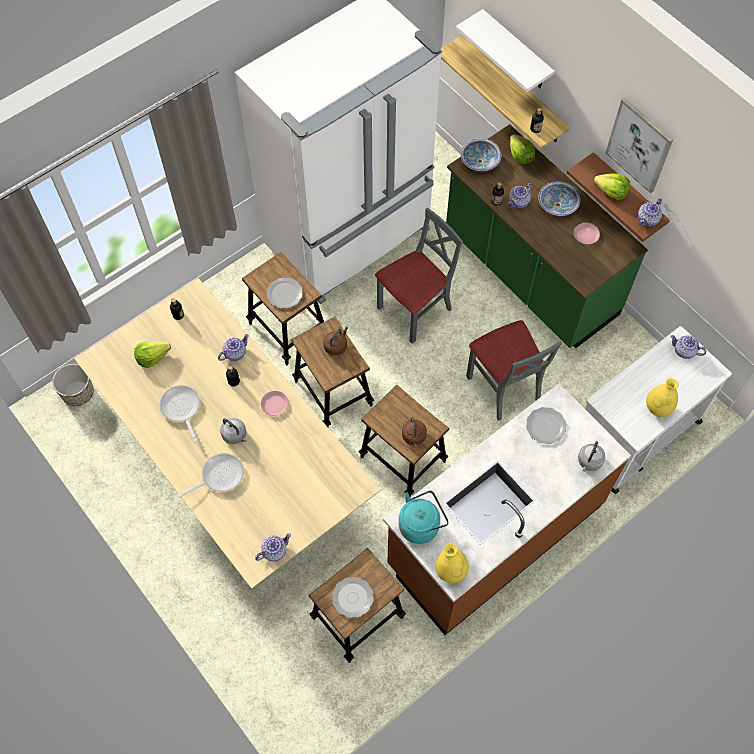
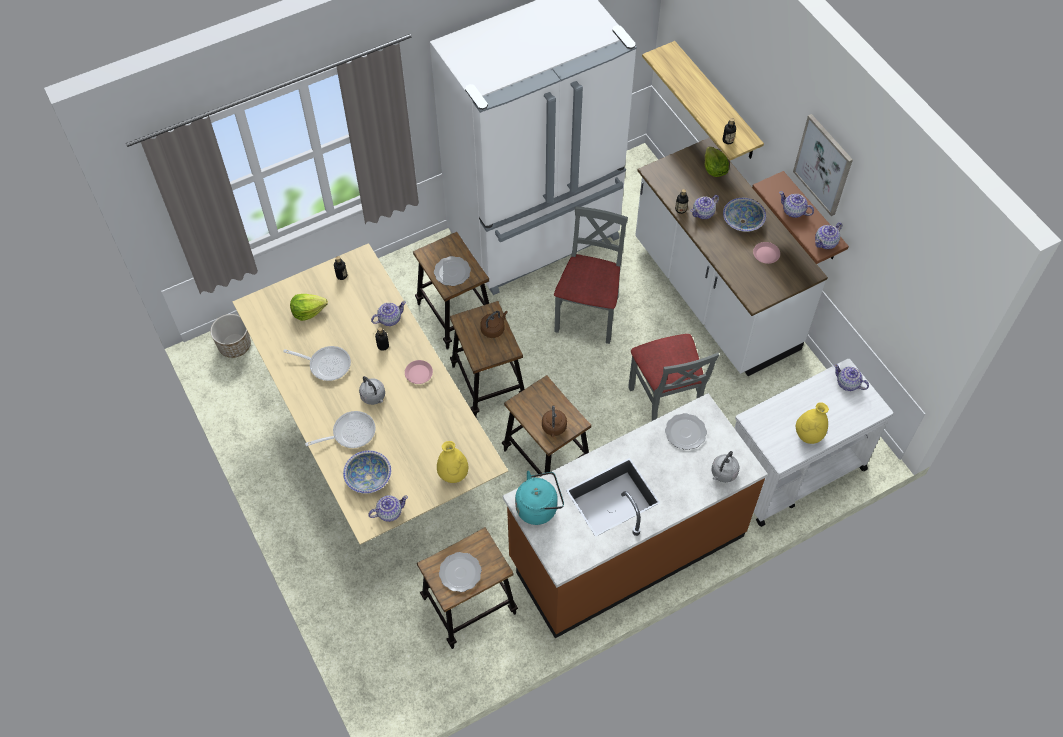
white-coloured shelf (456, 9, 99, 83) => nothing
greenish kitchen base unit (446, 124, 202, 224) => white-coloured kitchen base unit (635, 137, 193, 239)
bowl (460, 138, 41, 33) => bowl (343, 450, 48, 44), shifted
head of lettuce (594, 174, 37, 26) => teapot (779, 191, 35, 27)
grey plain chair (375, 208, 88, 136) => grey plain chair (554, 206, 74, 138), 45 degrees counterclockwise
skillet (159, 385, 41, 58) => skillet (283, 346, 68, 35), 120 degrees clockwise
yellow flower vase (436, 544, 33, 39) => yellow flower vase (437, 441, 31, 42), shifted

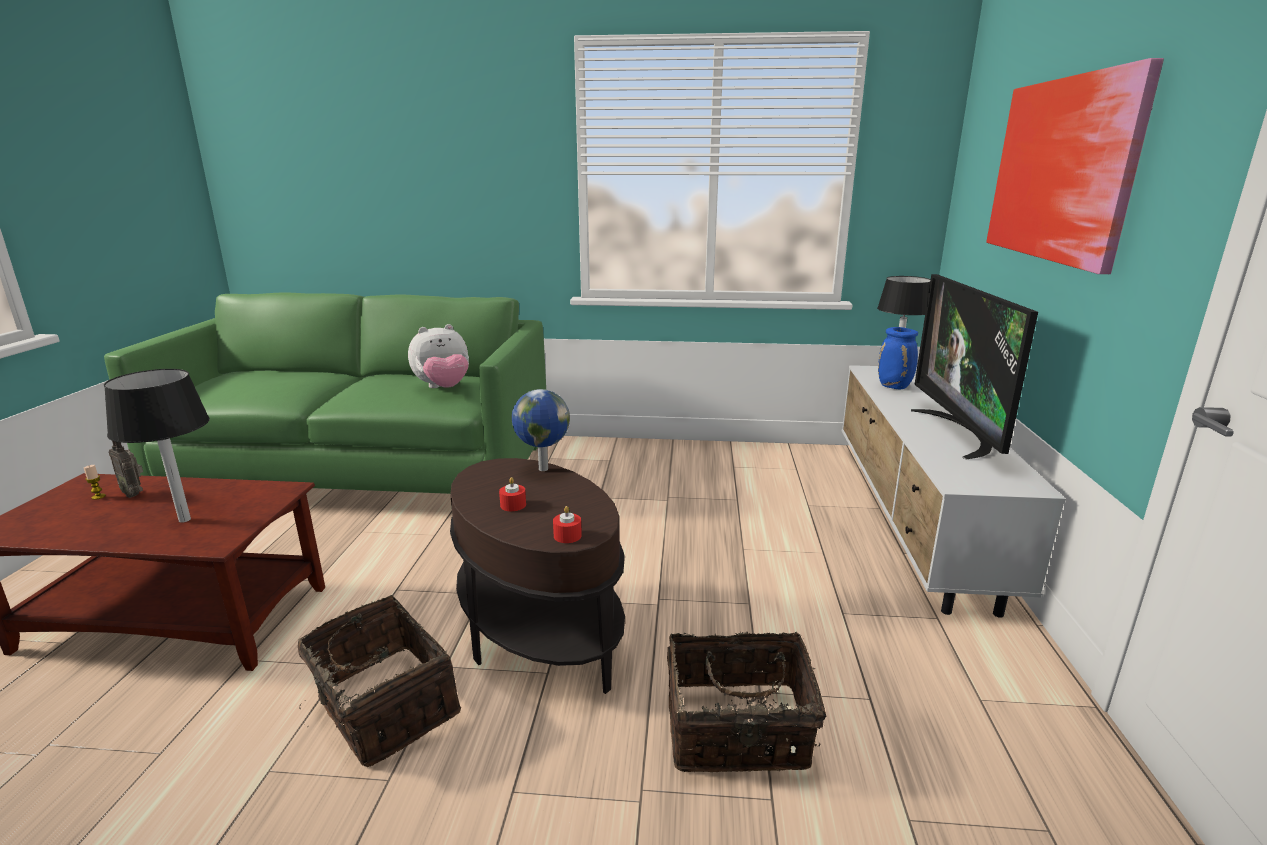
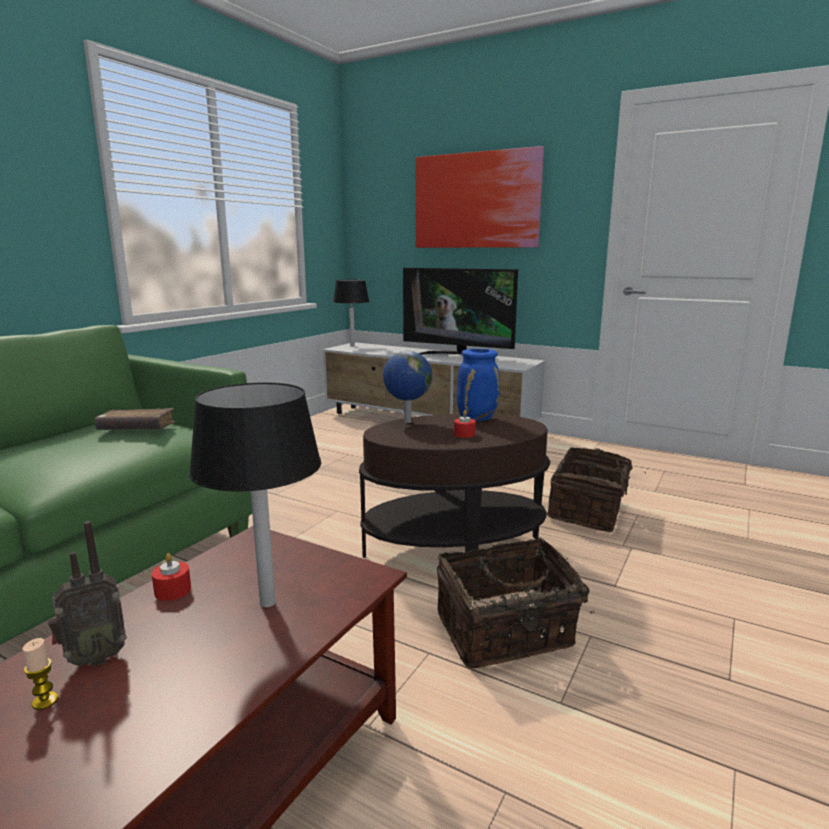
cuddly toy (408, 324, 61, 64) => brown bound book (95, 408, 81, 22)
blue flower vase (878, 327, 40, 63) => blue flower vase (457, 349, 43, 72), shifted
red wax candle (553, 506, 29, 37) => red wax candle (152, 553, 39, 48), shifted

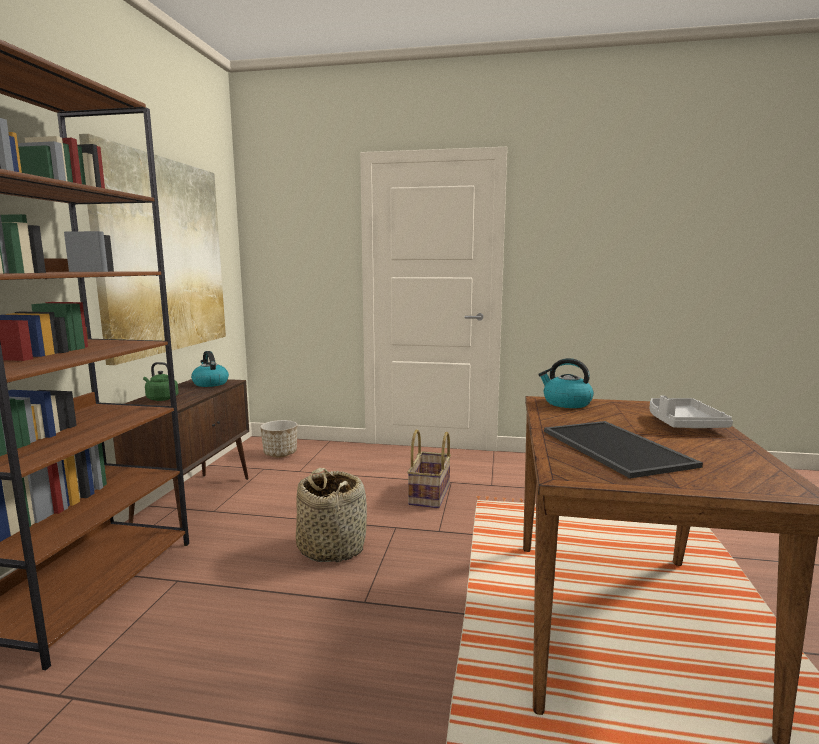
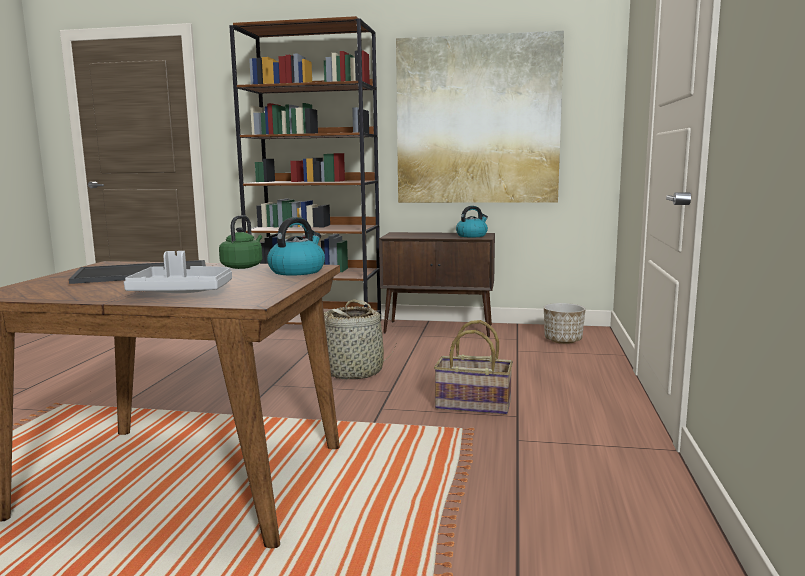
greenish kettle (143, 362, 36, 39) => greenish kettle (219, 215, 43, 54), shifted

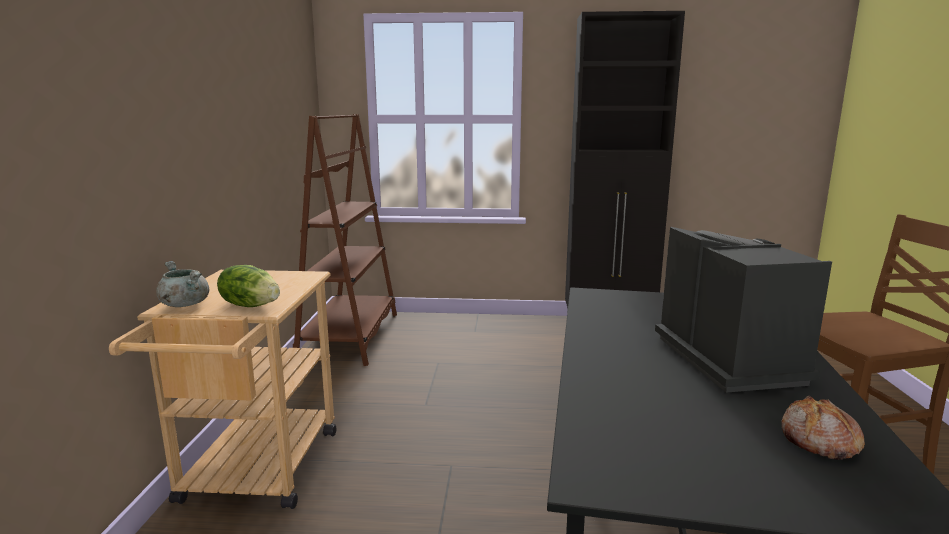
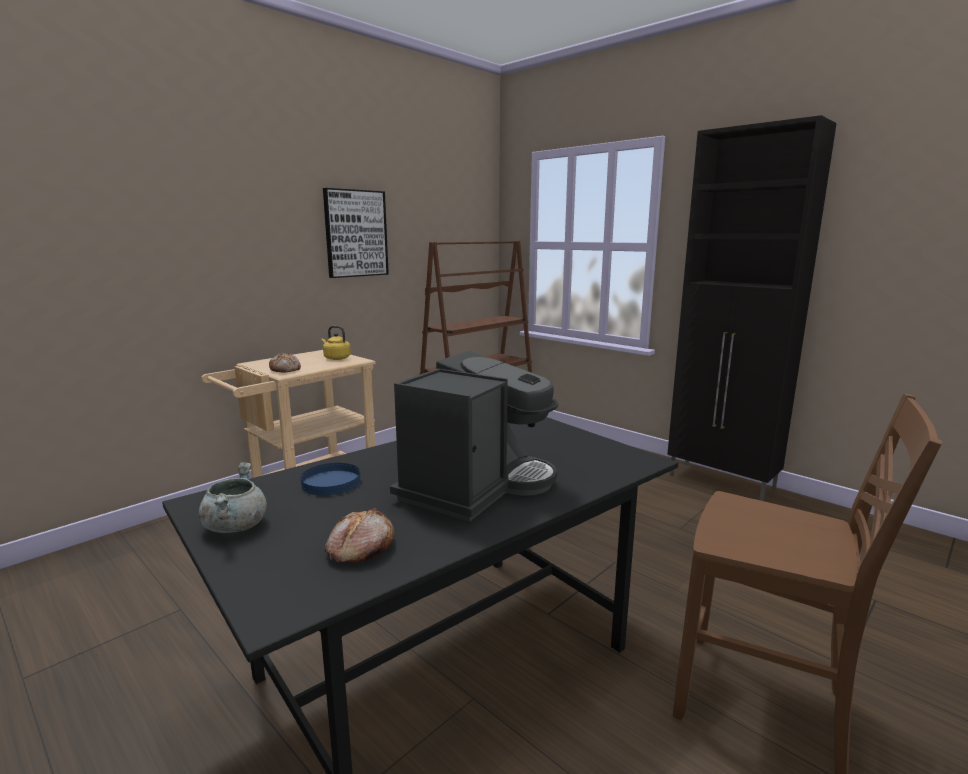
grey stockpot (156, 261, 53, 46) => grey stockpot (199, 462, 68, 71), shifted
head of lettuce (217, 265, 63, 42) => baked bread (269, 353, 32, 20)
nothing => wall picture (323, 188, 66, 90)
nothing => yellow kettle (321, 326, 30, 34)
nothing => blue dinner plate (301, 463, 60, 32)

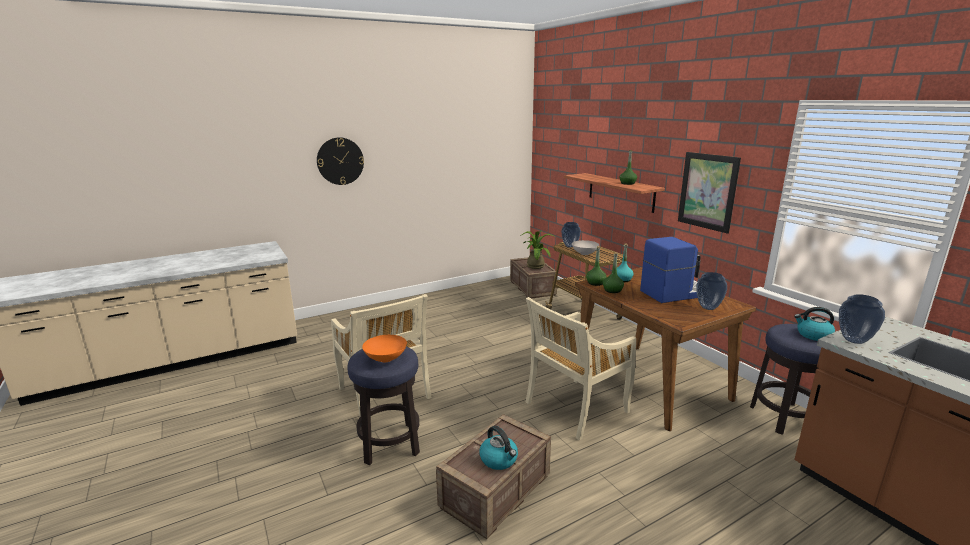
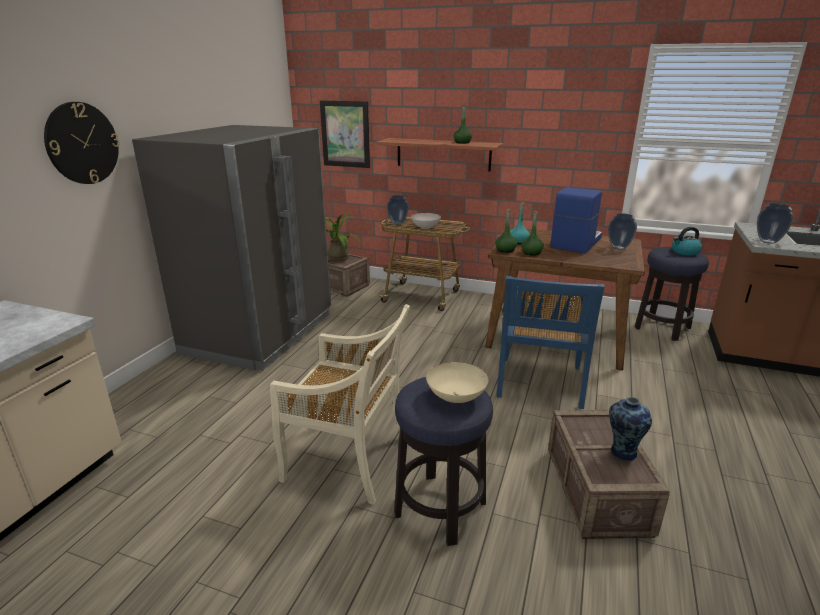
wall picture (678, 152, 63, 82) => wall picture (320, 100, 50, 68), shifted
beige-coloured plain chair (526, 297, 110, 143) => blue plain chair (496, 276, 109, 133)
orangey bowl (362, 335, 45, 27) => beige-coloured bowl (426, 362, 62, 41)
kettle (479, 426, 39, 44) => flower vase (609, 397, 43, 64)
nothing => grey kitchen fridge (132, 125, 199, 245)

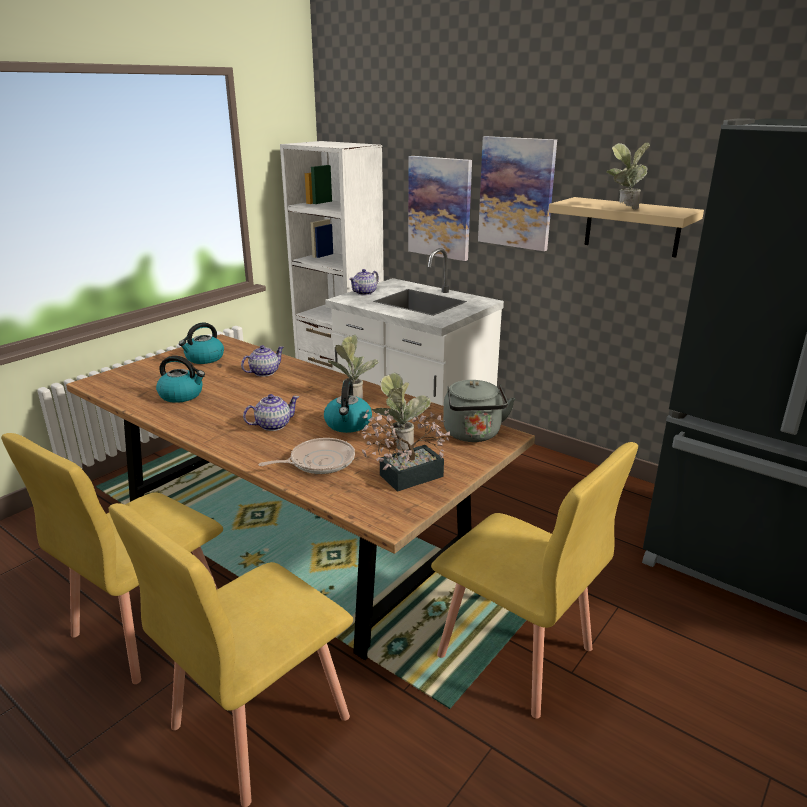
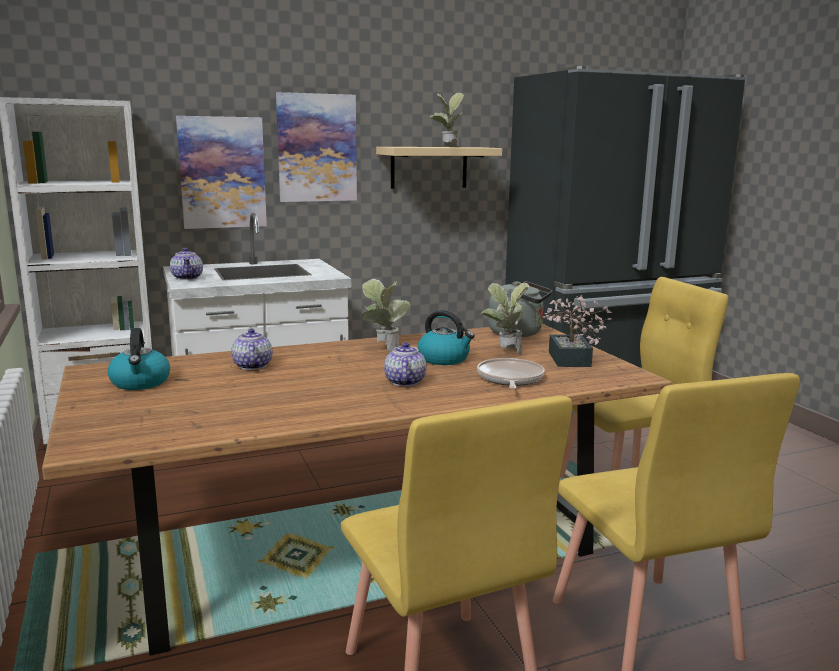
kettle (156, 356, 49, 47) => nothing

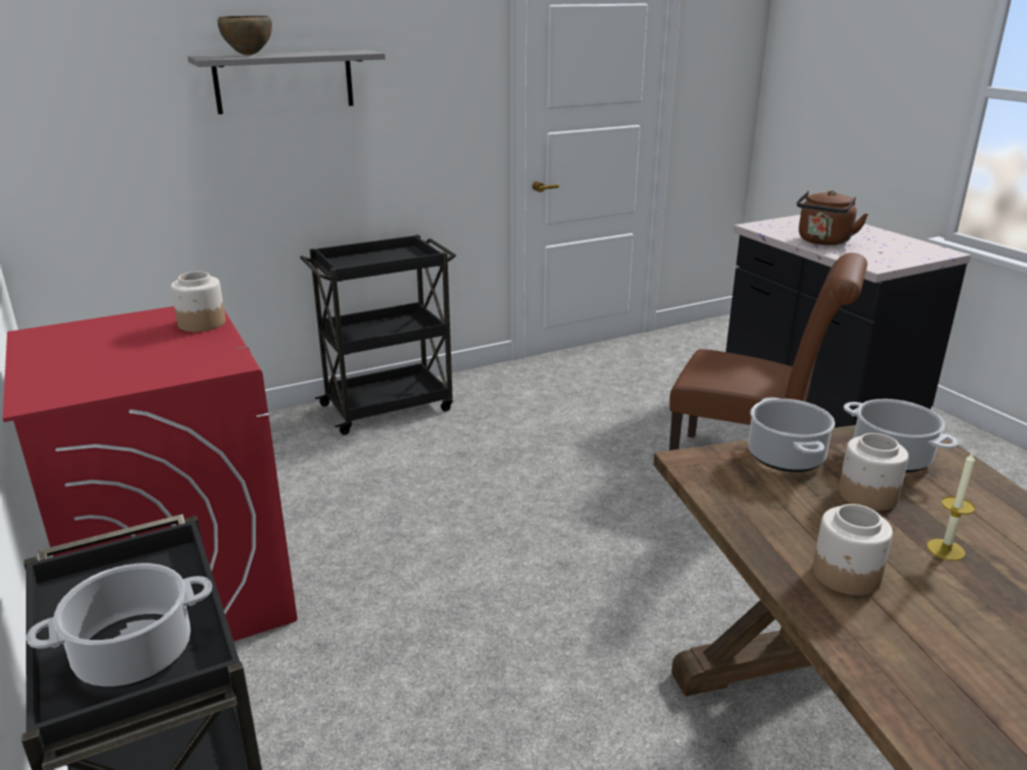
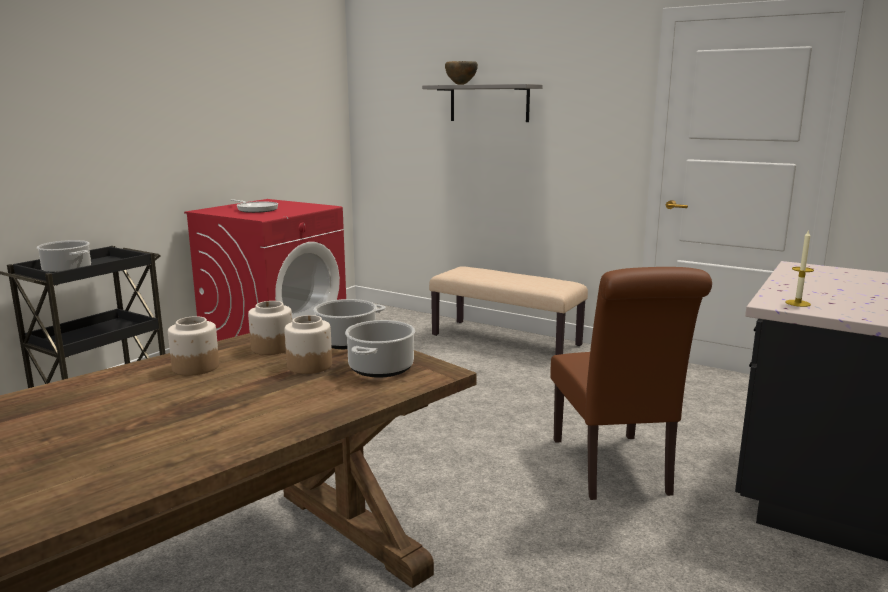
brown kettle (797, 190, 71, 55) => nothing
black cart (300, 235, 156, 200) => beige-coloured bench (429, 267, 159, 88)
storage jar (171, 272, 55, 60) => storage jar (248, 301, 44, 54), shifted
wax candle (927, 451, 48, 110) => wax candle (785, 229, 29, 78), shifted
nothing => skillet (231, 199, 47, 14)

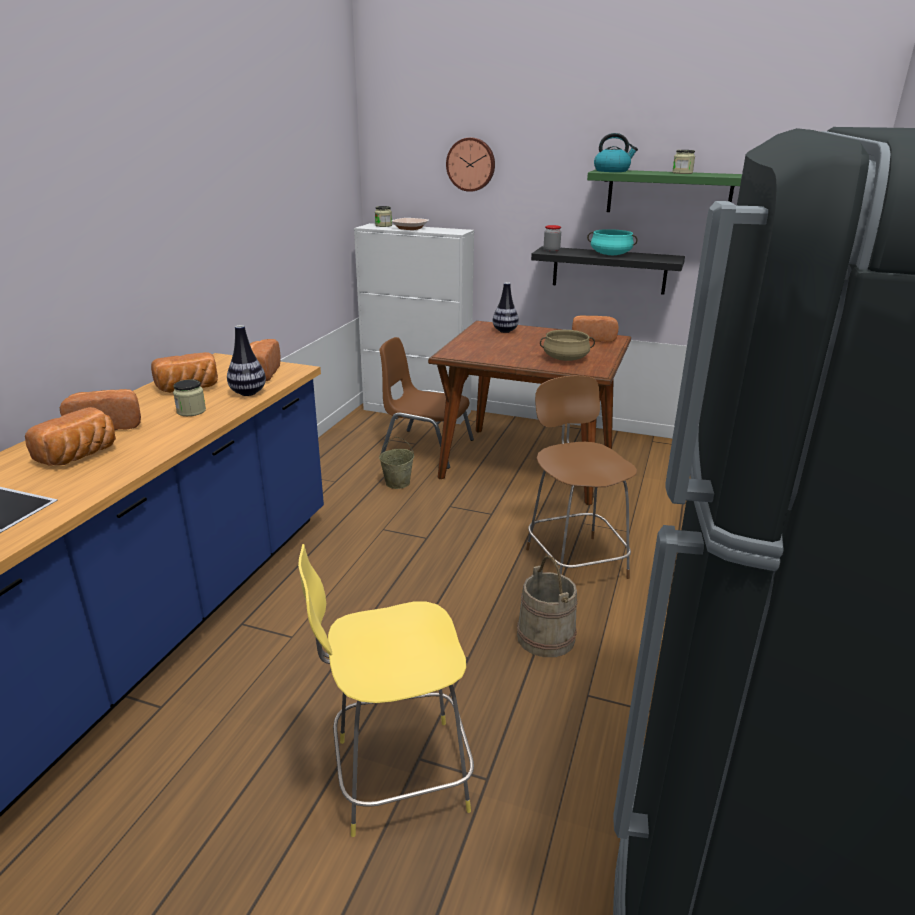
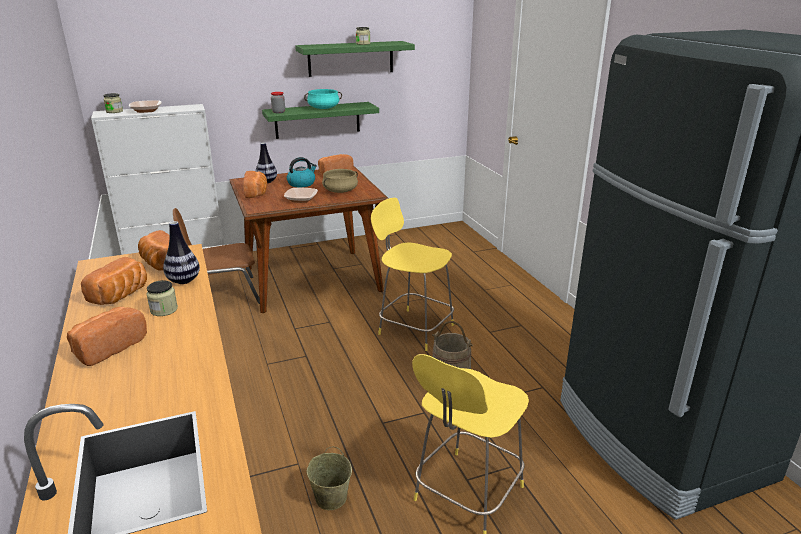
kettle (594, 133, 44, 39) => kettle (287, 157, 30, 30), shifted
hanging clock (446, 137, 49, 55) => nothing
black shelf (531, 246, 154, 49) => greenish shelf (262, 102, 117, 37)
brown stool (526, 376, 111, 203) => yellow stool (371, 198, 83, 153)
baked bread (25, 407, 91, 58) => baked bread (243, 171, 24, 27), shifted
beige-coloured pail (379, 437, 35, 52) => beige-coloured pail (307, 446, 45, 64), shifted
nothing => bowl (284, 188, 34, 15)

